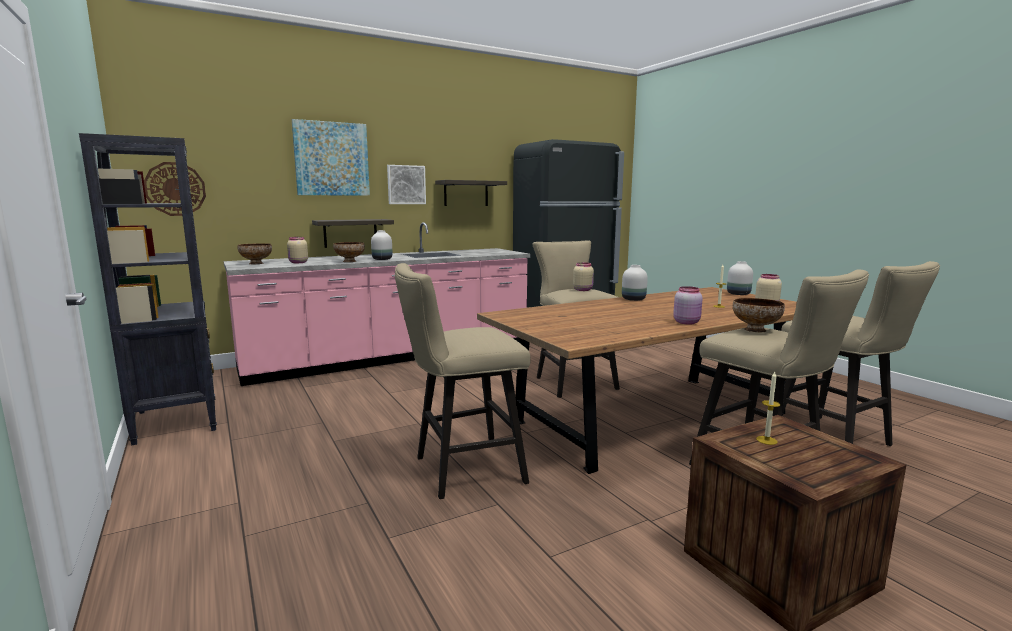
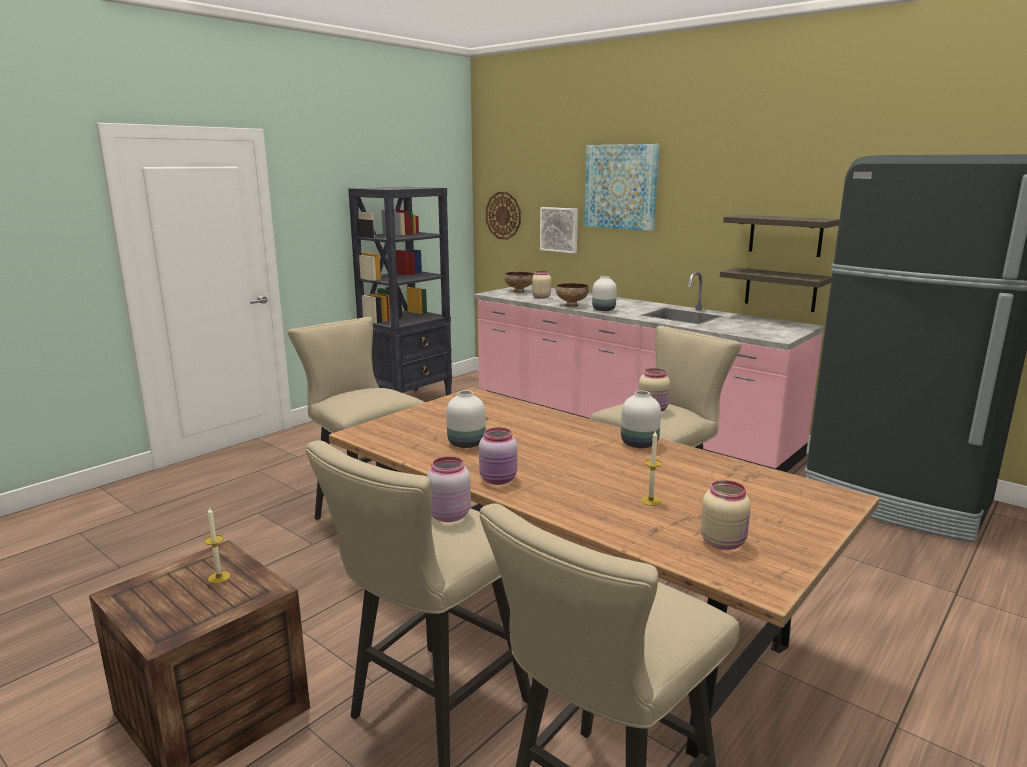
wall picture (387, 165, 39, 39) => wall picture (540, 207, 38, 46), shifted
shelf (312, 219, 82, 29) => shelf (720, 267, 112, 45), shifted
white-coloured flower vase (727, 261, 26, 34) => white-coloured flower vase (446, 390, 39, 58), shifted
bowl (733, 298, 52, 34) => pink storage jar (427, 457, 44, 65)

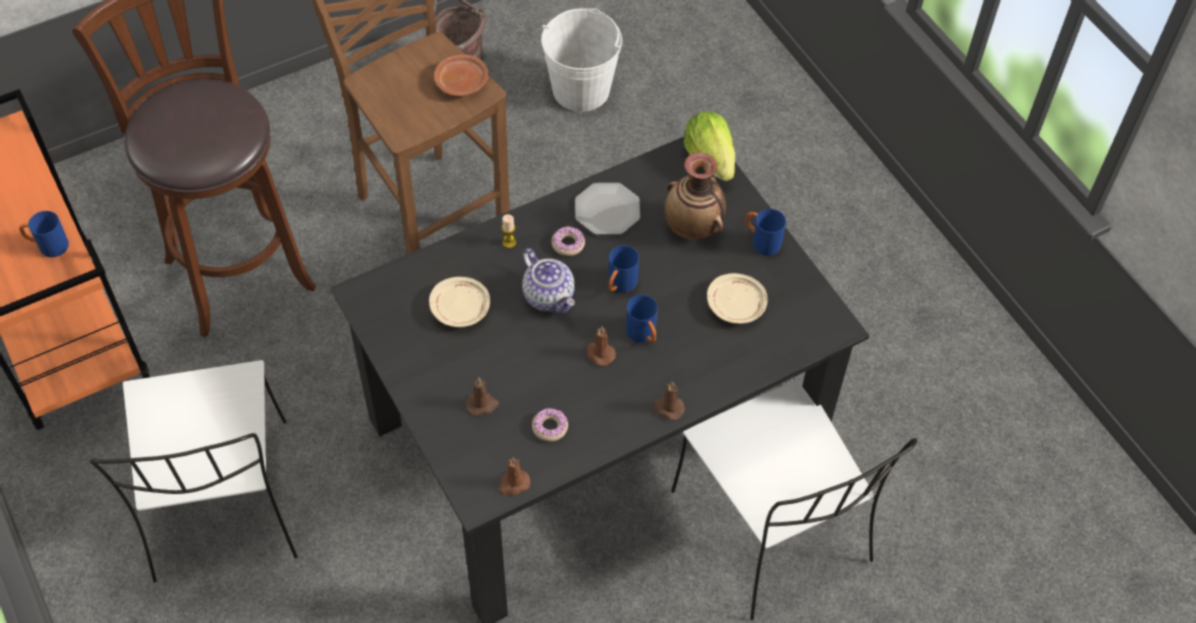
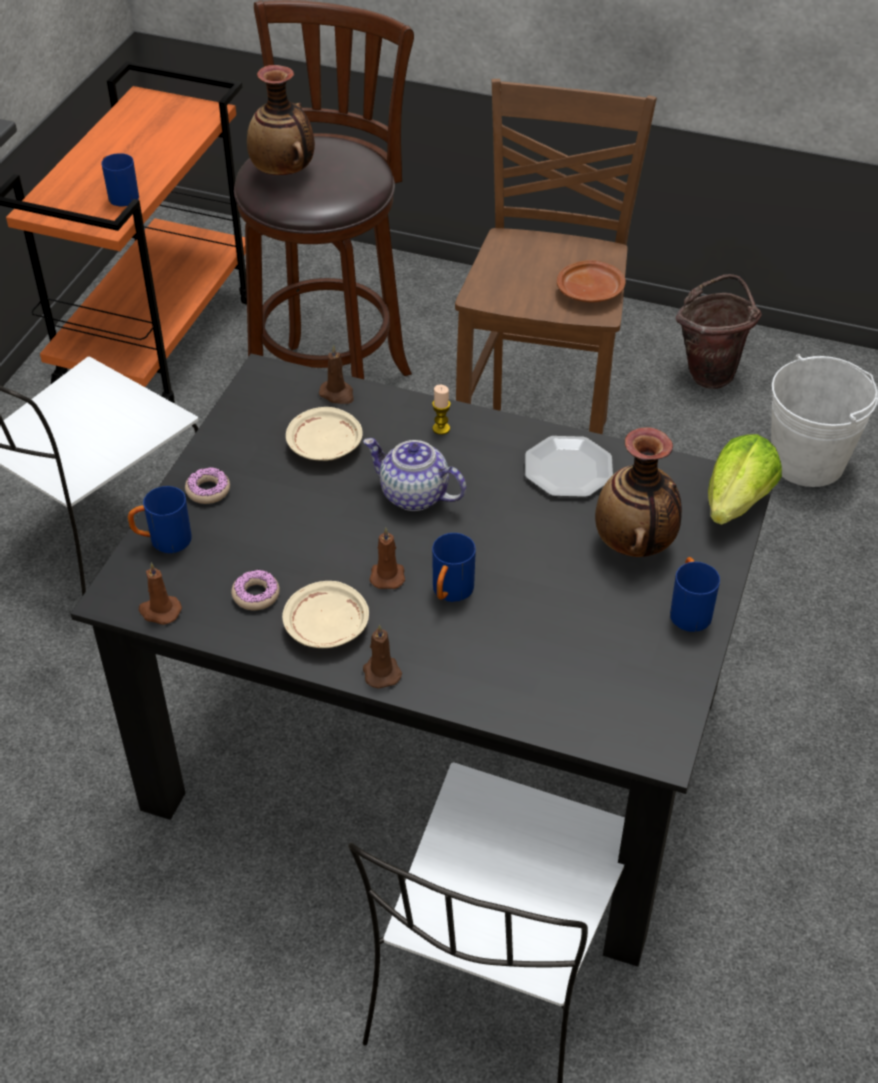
ring doughnut (552, 226, 33, 30) => ring doughnut (185, 467, 45, 37), shifted
blue tea mug (608, 245, 31, 48) => blue tea mug (128, 486, 64, 67), shifted
teapot (522, 248, 53, 65) => teapot (363, 438, 103, 73), 105 degrees clockwise
beige-coloured dinner plate (707, 273, 60, 51) => beige-coloured dinner plate (282, 581, 87, 67), shifted
brown wax candle (466, 378, 33, 38) => brown wax candle (319, 345, 35, 59), shifted
nothing => flower vase (247, 65, 68, 110)

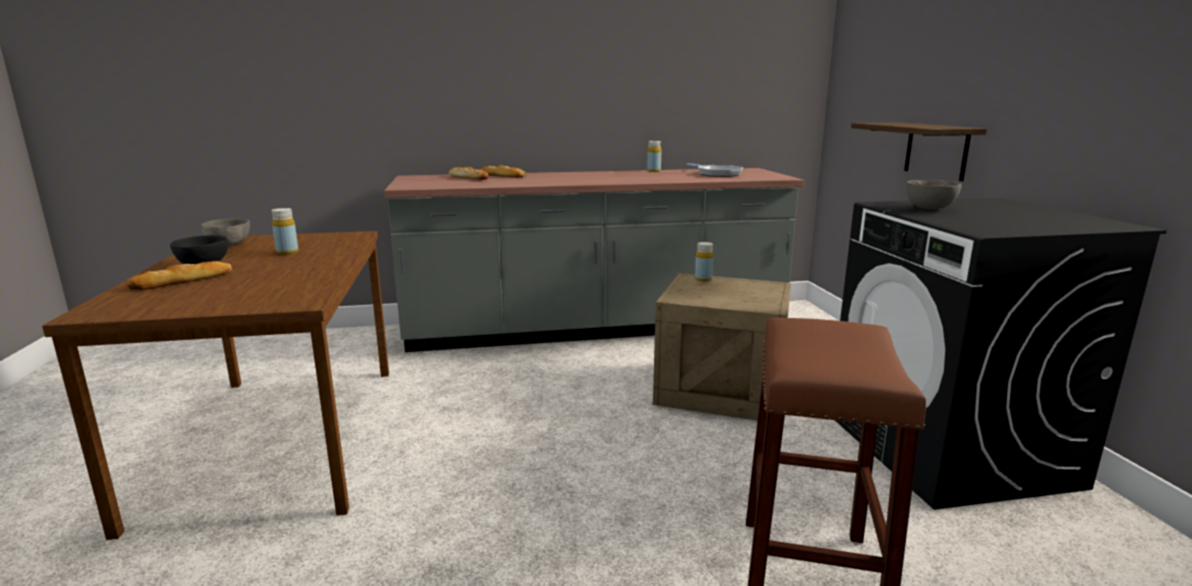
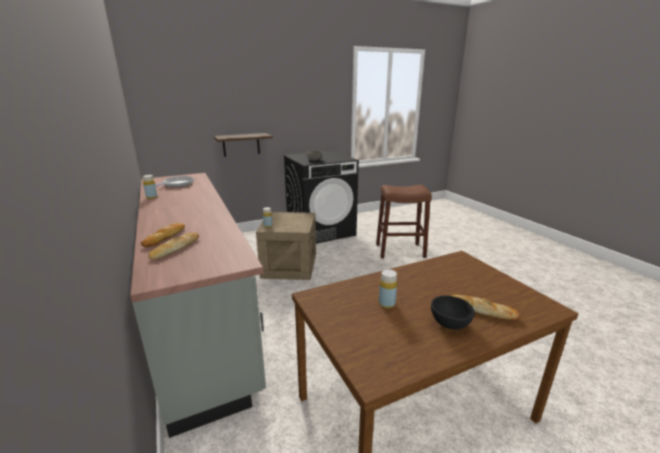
grey bowl (201, 219, 49, 27) => nothing

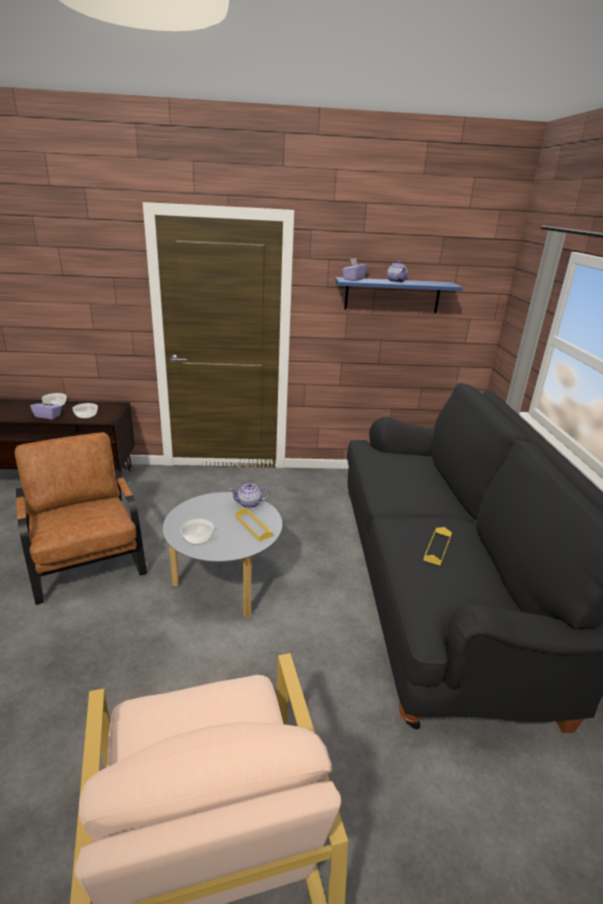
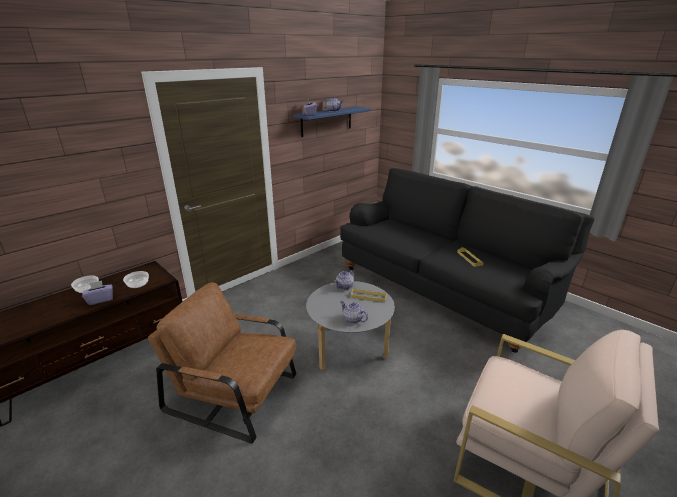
bowl (181, 519, 33, 26) => teapot (340, 301, 28, 23)

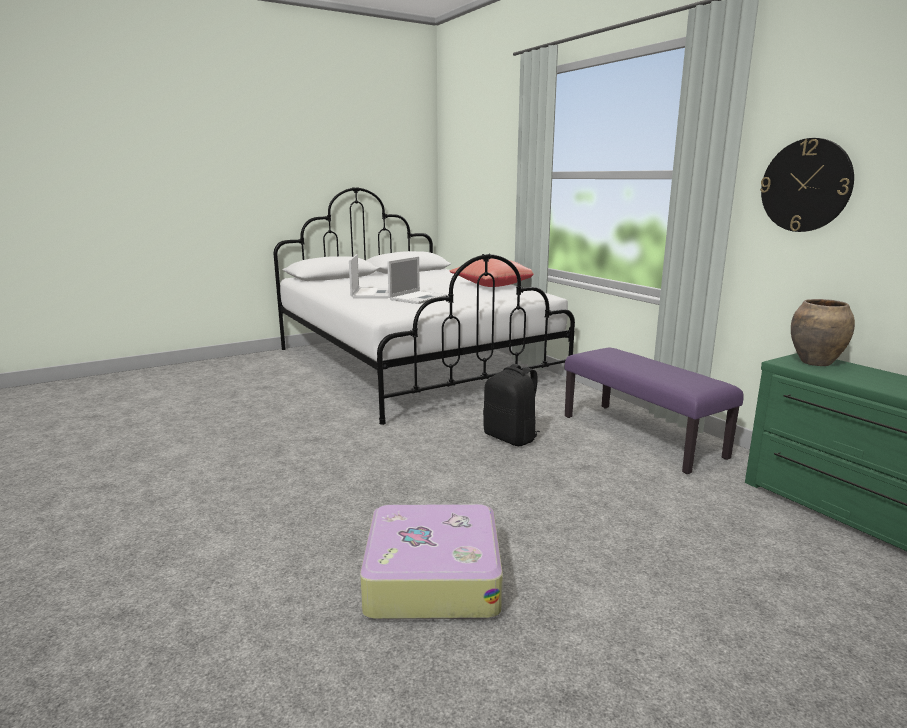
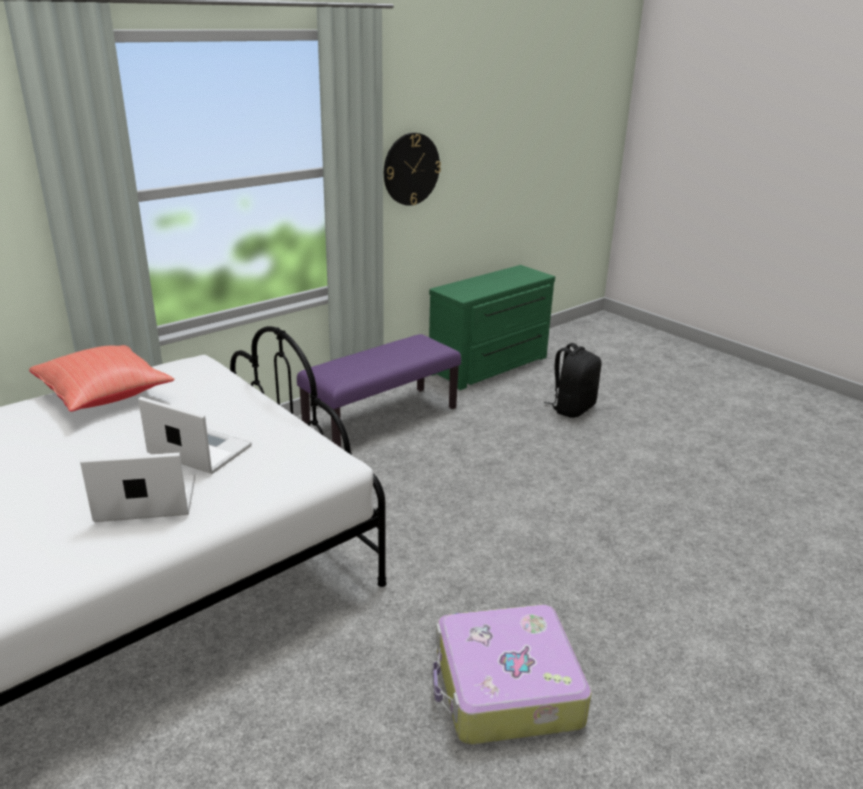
brown flower vase (791, 299, 64, 67) => nothing
black backpack (483, 364, 57, 82) => black backpack (544, 343, 57, 75), shifted
piece of luggage (360, 504, 143, 116) => piece of luggage (433, 605, 158, 140), shifted

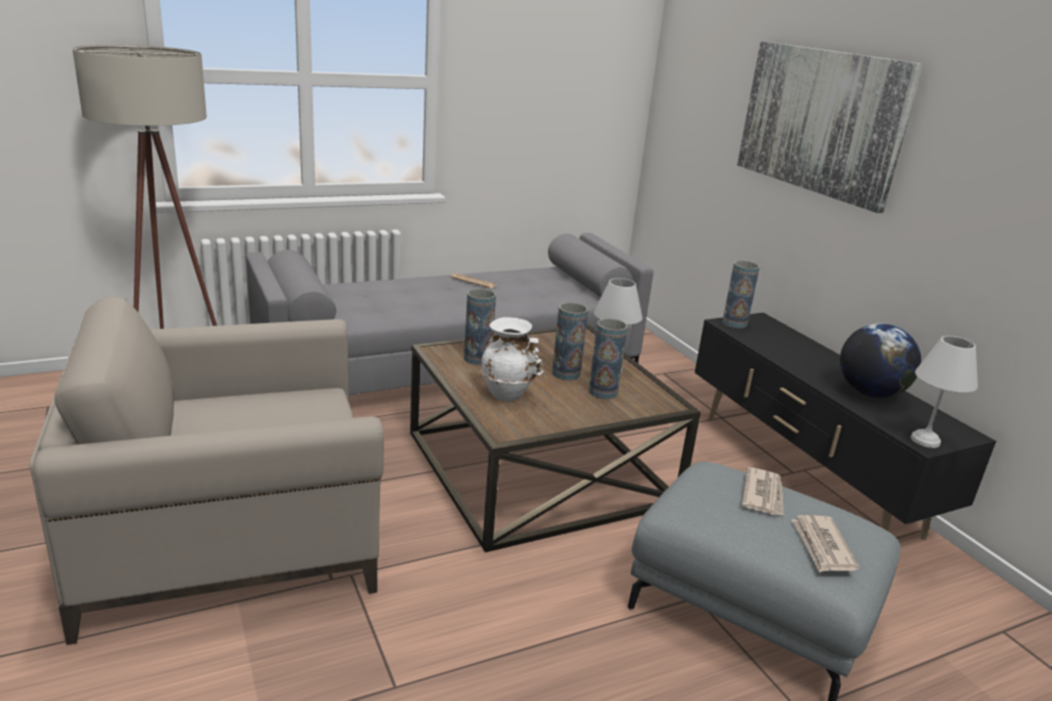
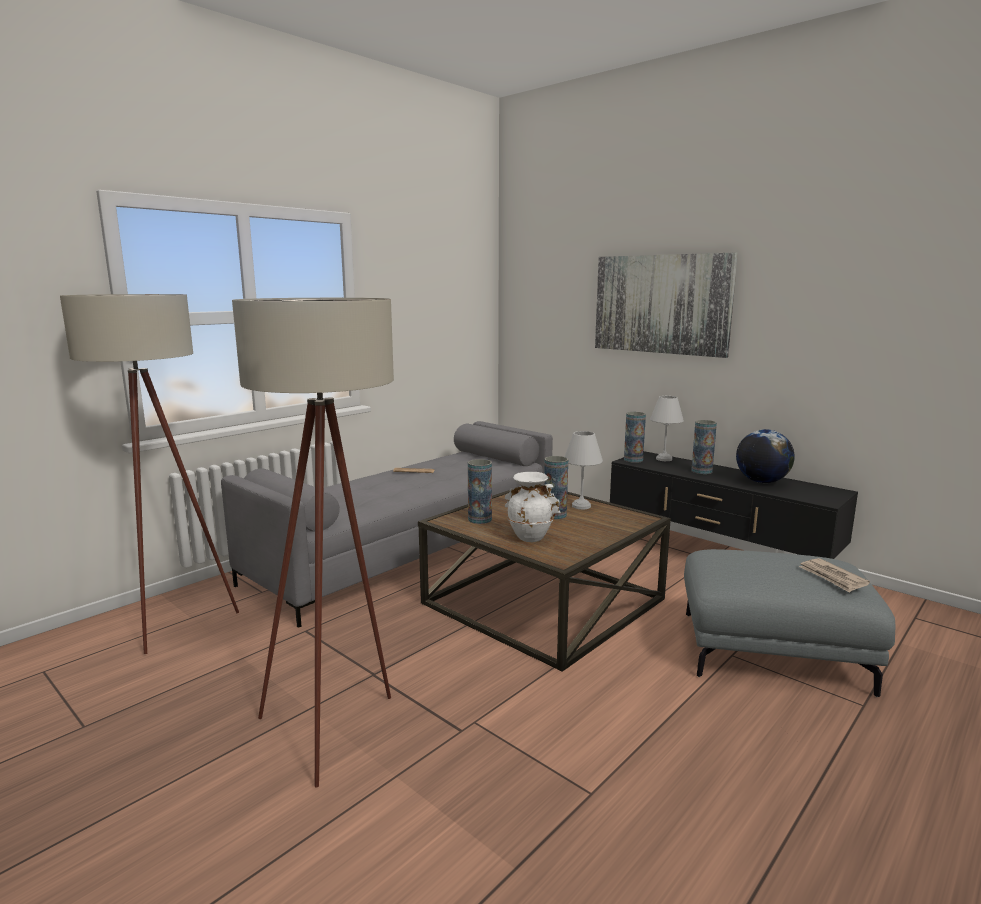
beige-coloured easy chair (30, 297, 354, 348) => beige-coloured standing lamp (232, 298, 162, 490)
flower vase (589, 318, 39, 81) => flower vase (691, 420, 26, 54), shifted
white-coloured tabletop lamp (911, 336, 67, 112) => white-coloured tabletop lamp (650, 396, 34, 65), shifted
printed paper (742, 467, 42, 49) => nothing

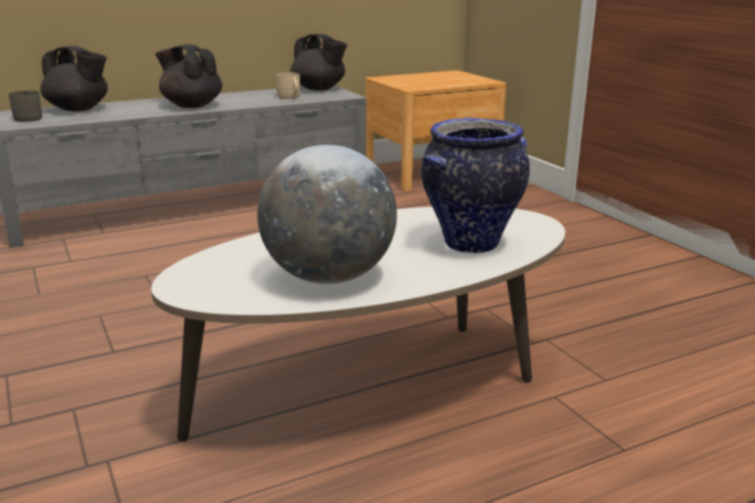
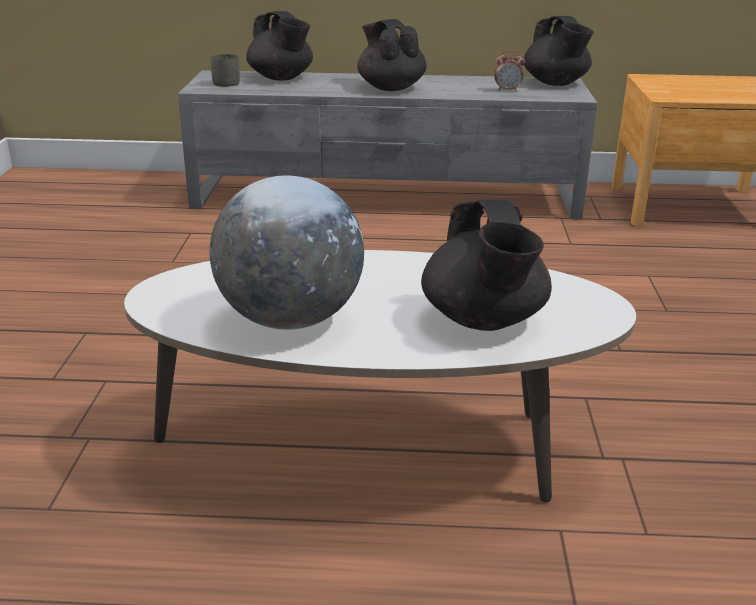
beige-coloured tea mug (276, 72, 24, 27) => alarm clock (494, 50, 31, 42)
flower vase (421, 118, 109, 135) => black teapot (421, 199, 131, 132)

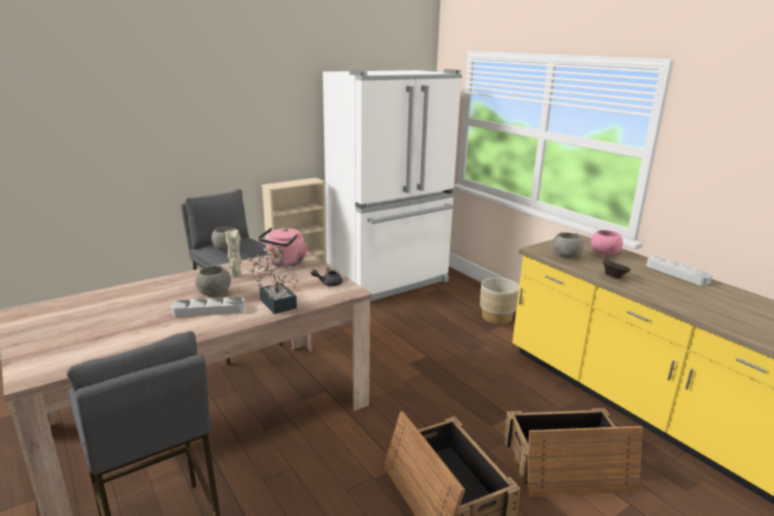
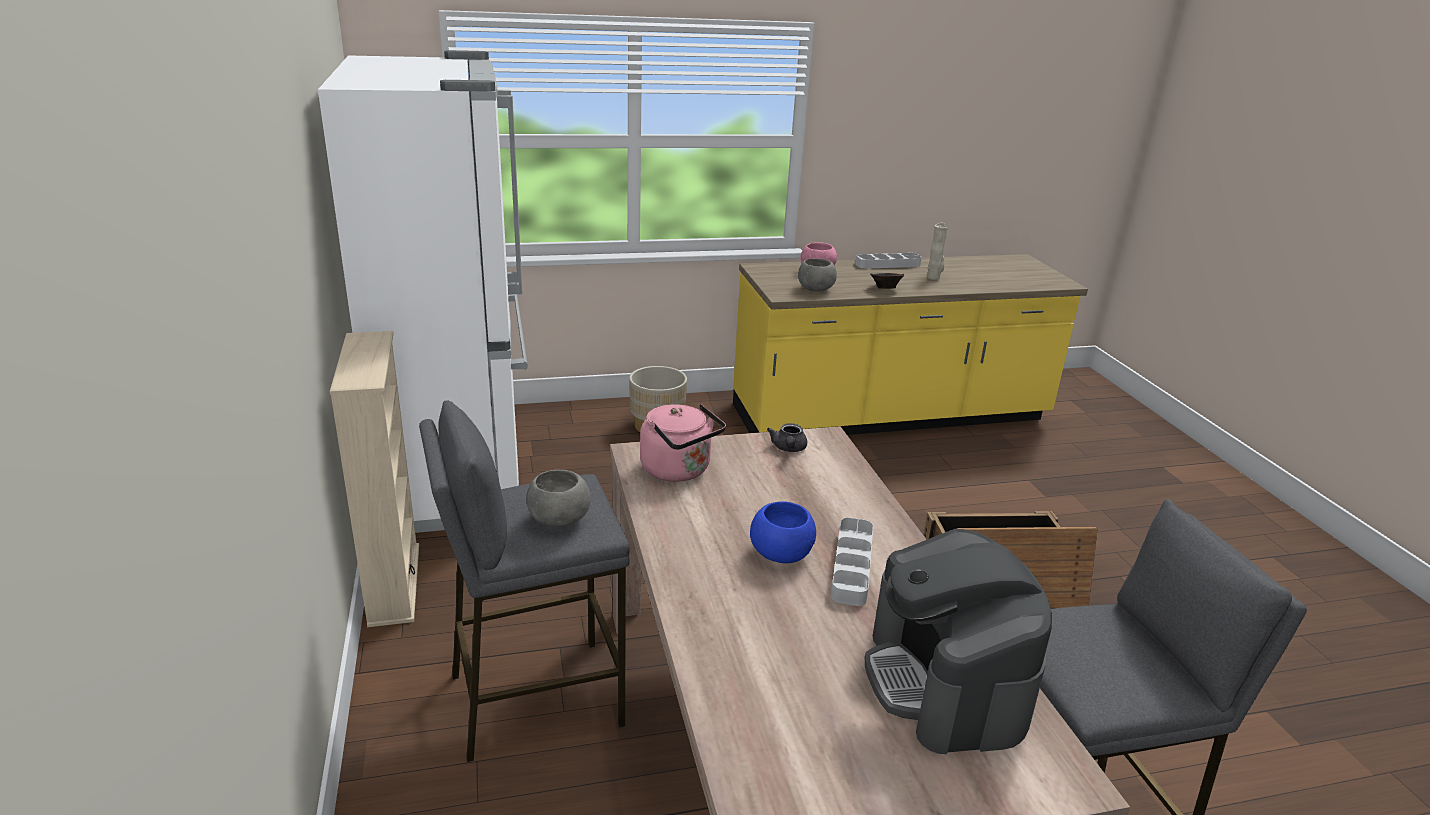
beige-coloured flower vase (225, 230, 17, 48) => beige-coloured flower vase (927, 222, 21, 58), shifted
potted plant (247, 247, 56, 67) => nothing
grey bowl (195, 265, 36, 31) => blue bowl (750, 501, 66, 62)
packing crate (504, 408, 139, 89) => nothing
nothing => coffee machine (865, 529, 187, 225)

